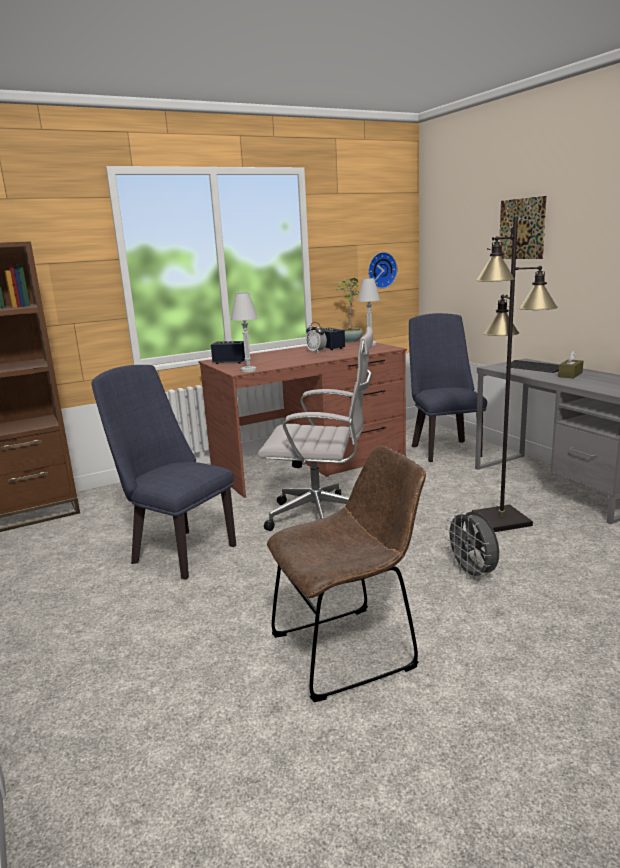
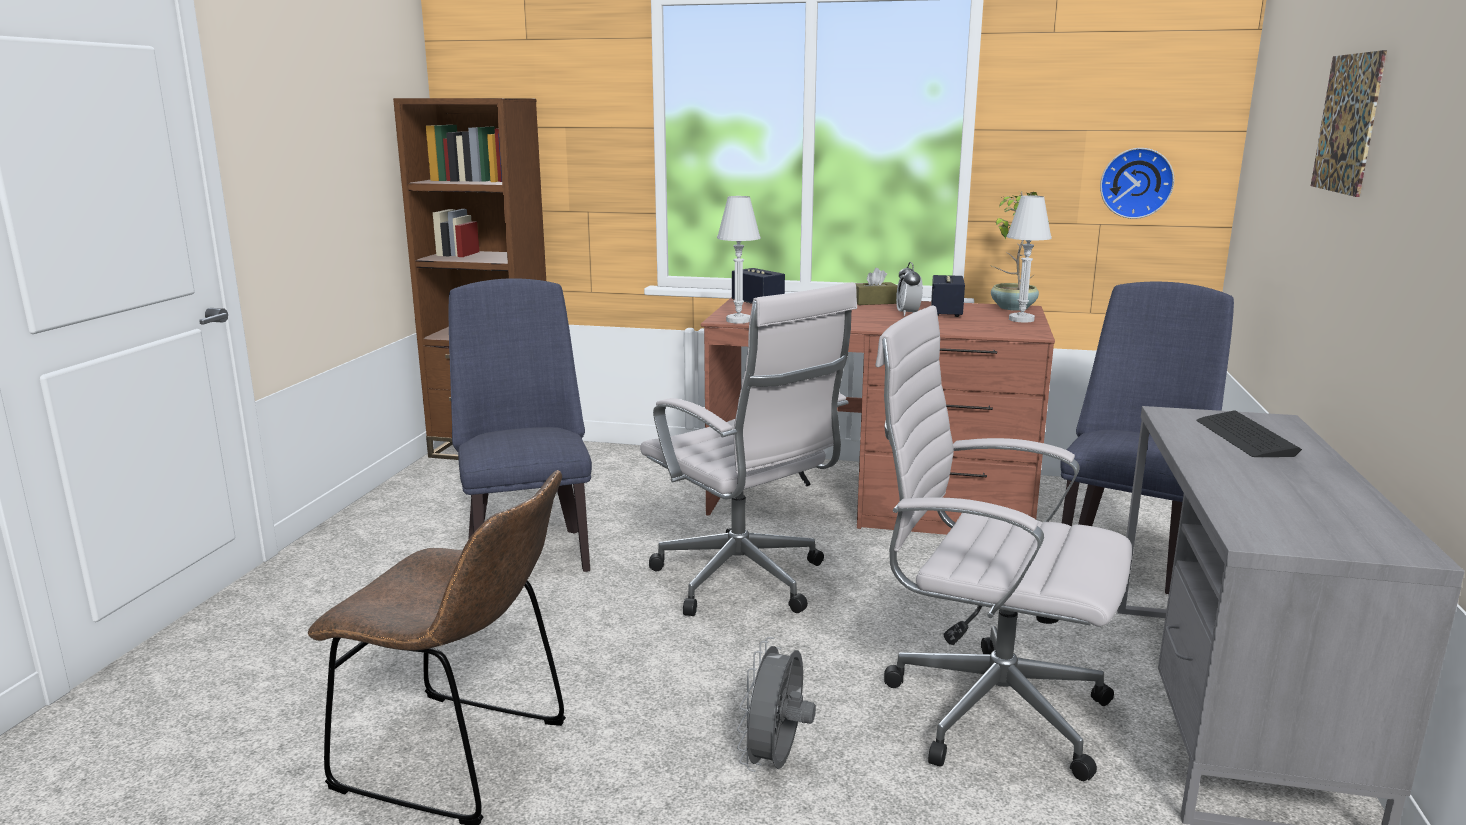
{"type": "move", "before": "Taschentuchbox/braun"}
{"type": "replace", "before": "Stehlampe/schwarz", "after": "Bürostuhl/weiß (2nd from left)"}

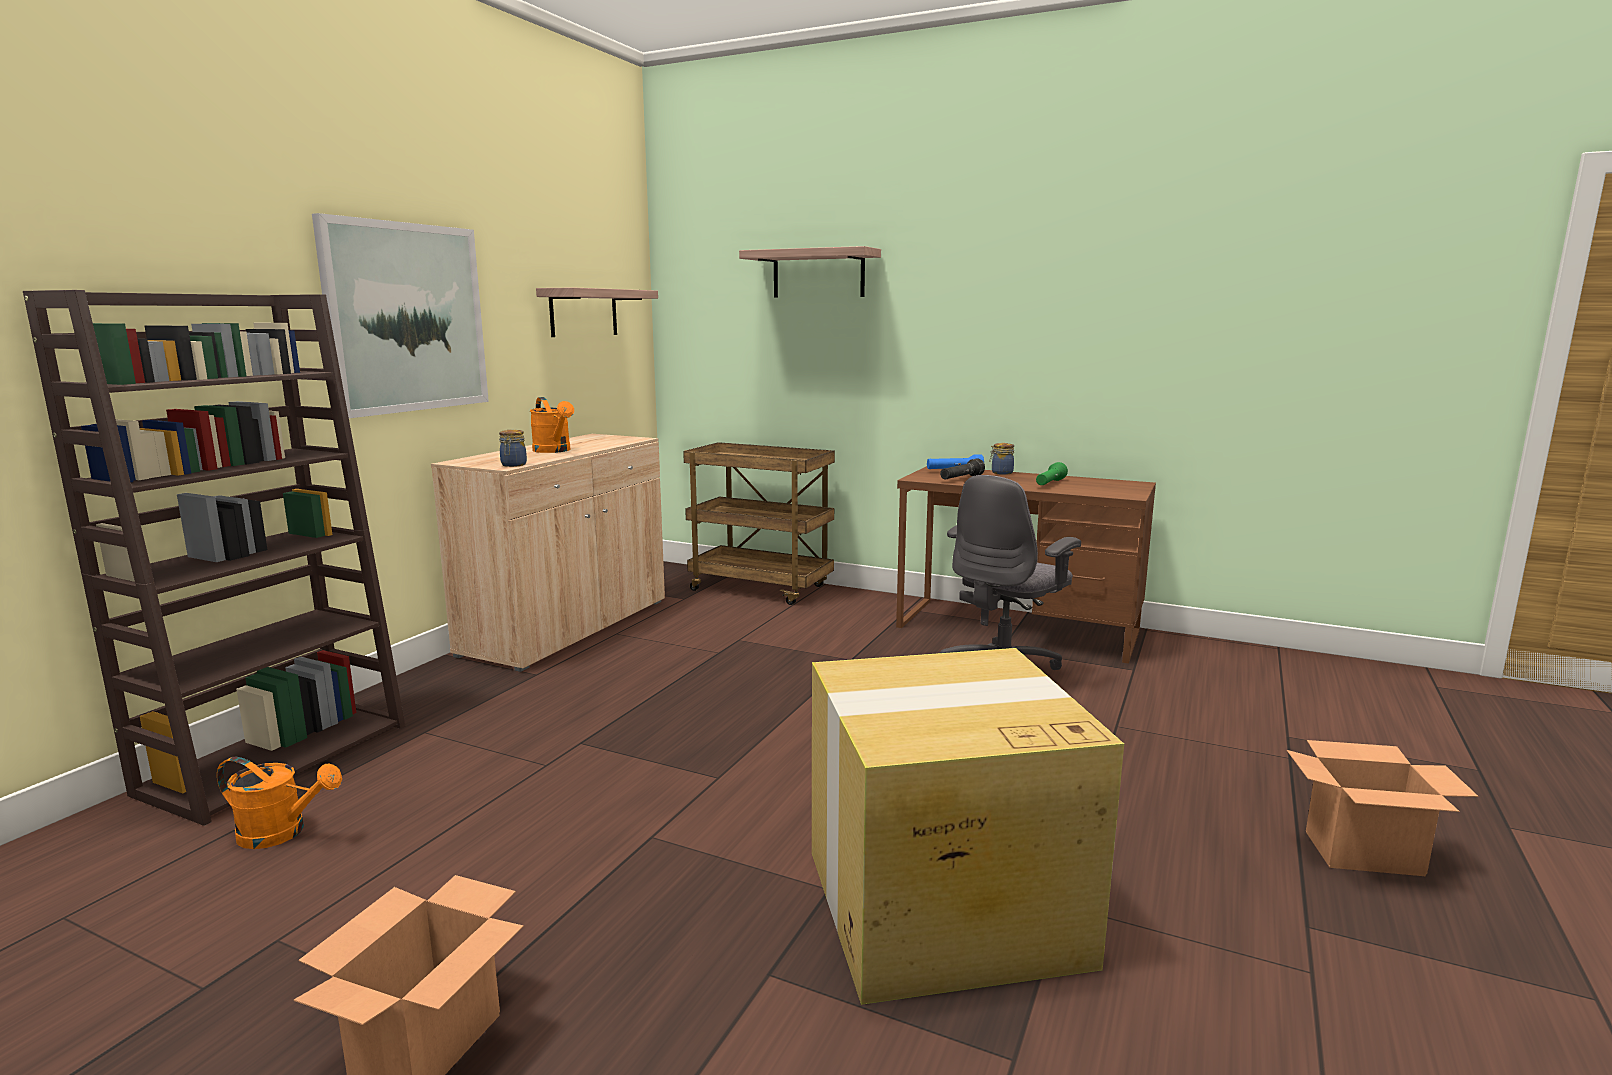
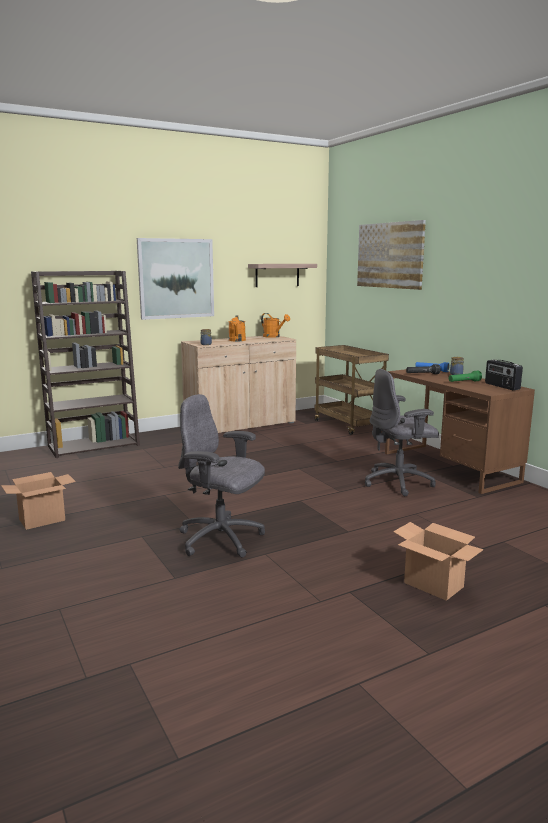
{"type": "replace", "before": "Karton (2nd from left)", "after": "Bürostuhl/grau (1st from left)"}
{"type": "move", "before": "Gießkanne/orange (1st from left in the first image)", "after": "Gießkanne/orange (2nd from left)"}
{"type": "replace", "before": "Wandregal (2nd from left)", "after": "Bild (2nd from left)"}
{"type": "insert", "after": "Radio"}

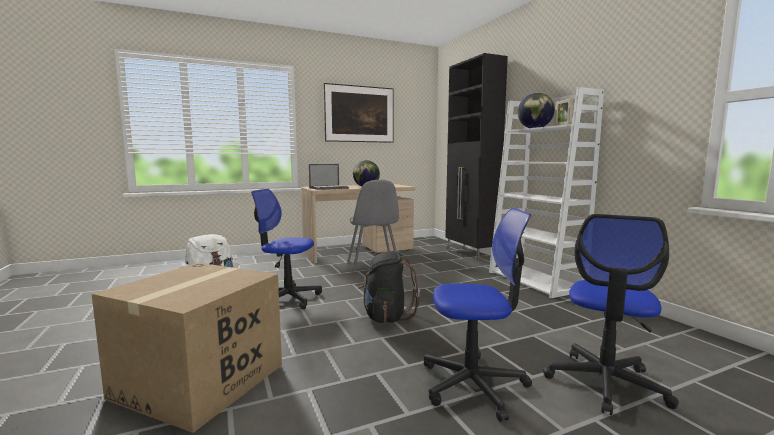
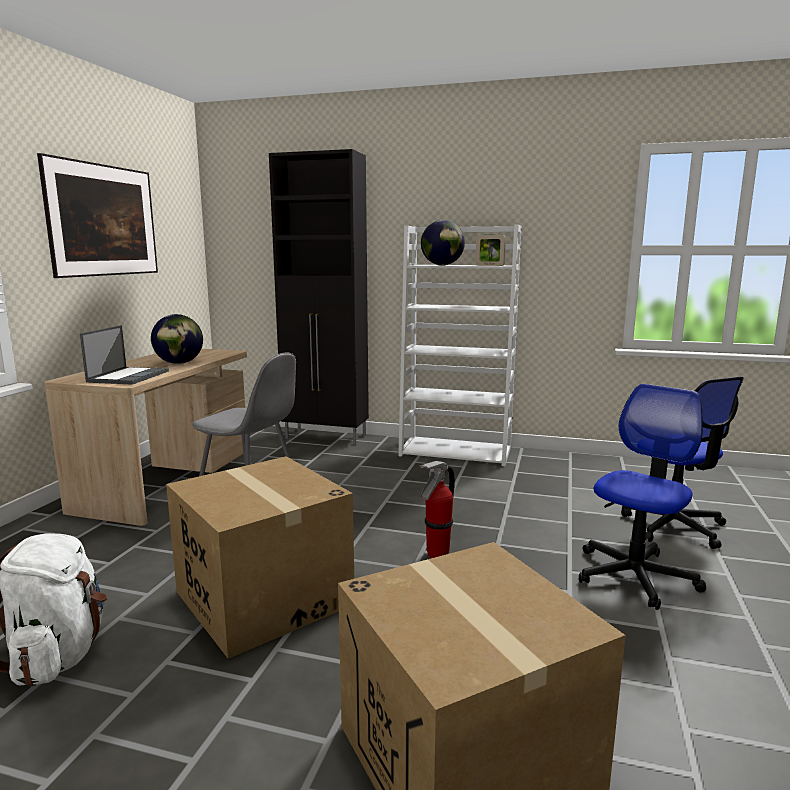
{"type": "replace", "before": "Bürostuhl (1st from left)", "after": "Karton (1st from left)"}
{"type": "replace", "before": "Rucksack/schwarz", "after": "Feuerlöscher"}

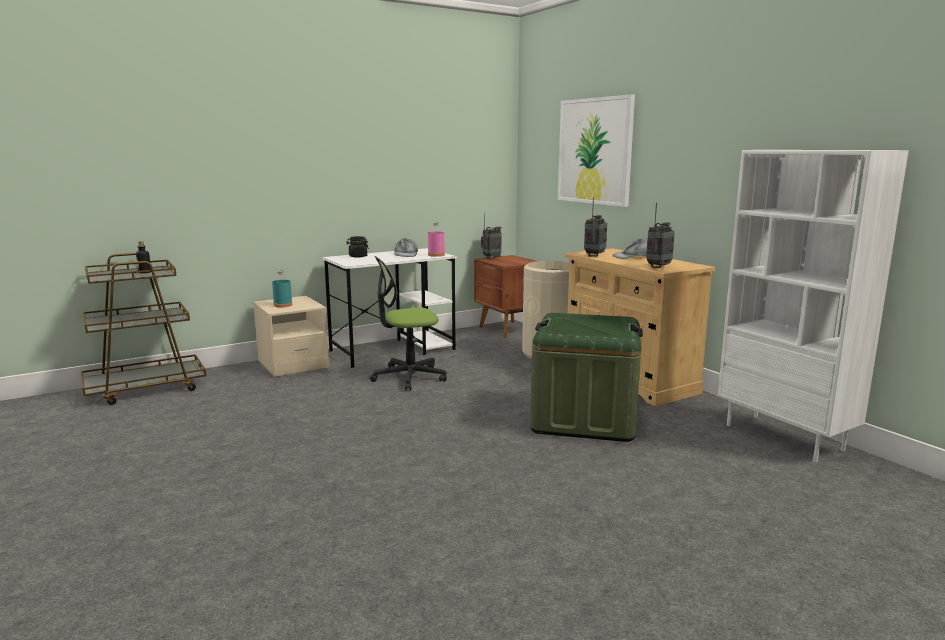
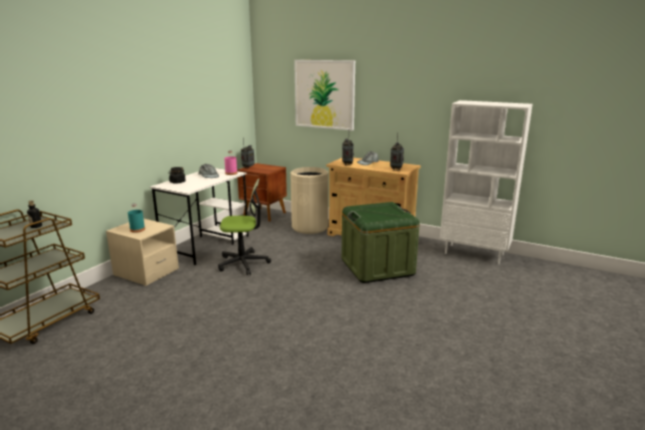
{"type": "rotate", "before": "Bürostuhl", "turn": -135}

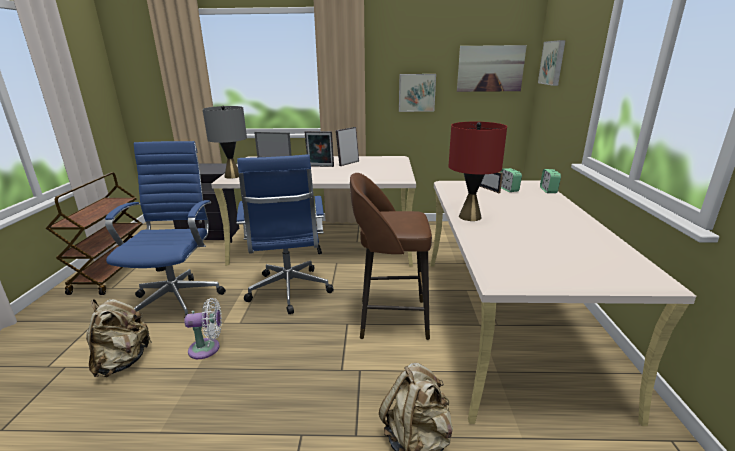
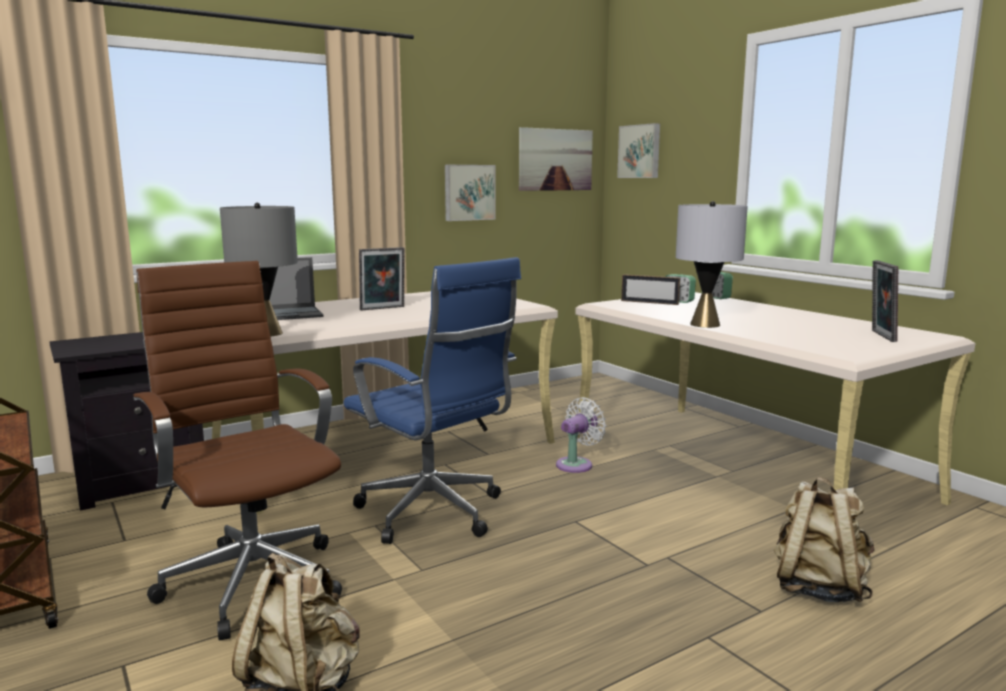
{"type": "recolor", "before": "Bürostuhl/blau (1st from left)", "after": "Bürostuhl/braun"}
{"type": "move", "before": "Ventilator/weiß"}
{"type": "recolor", "before": "Tischlampe/rot", "after": "Tischlampe/grau (2nd from left)"}
{"type": "move", "before": "Bilderrahmen (2nd from left in the first image)", "after": "Bilderrahmen (3rd from left)"}
{"type": "delete", "before": "Hocker/braun"}

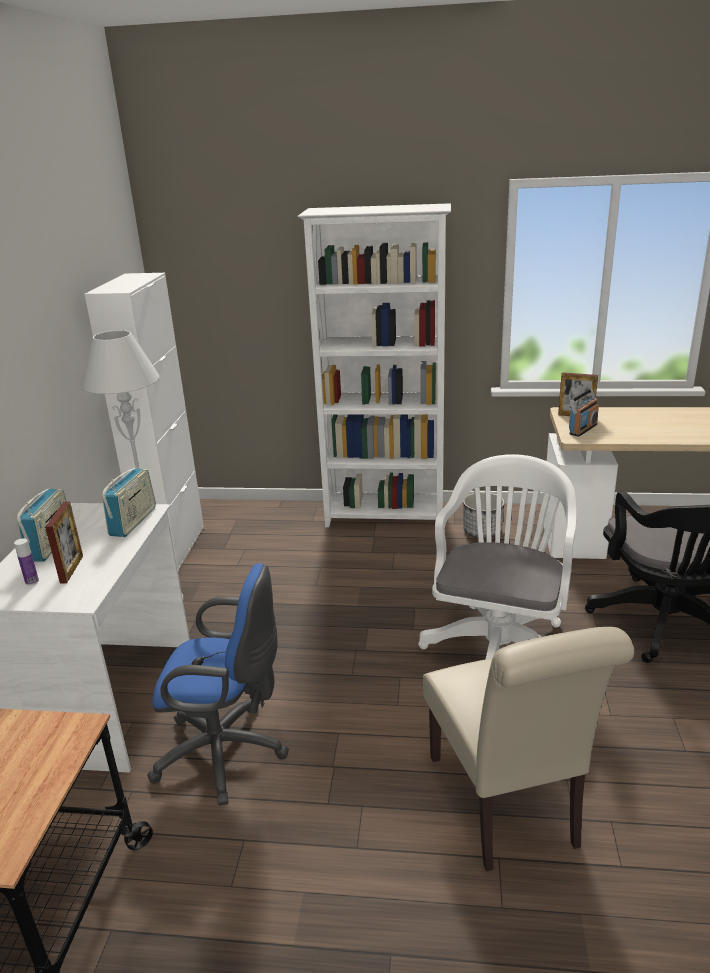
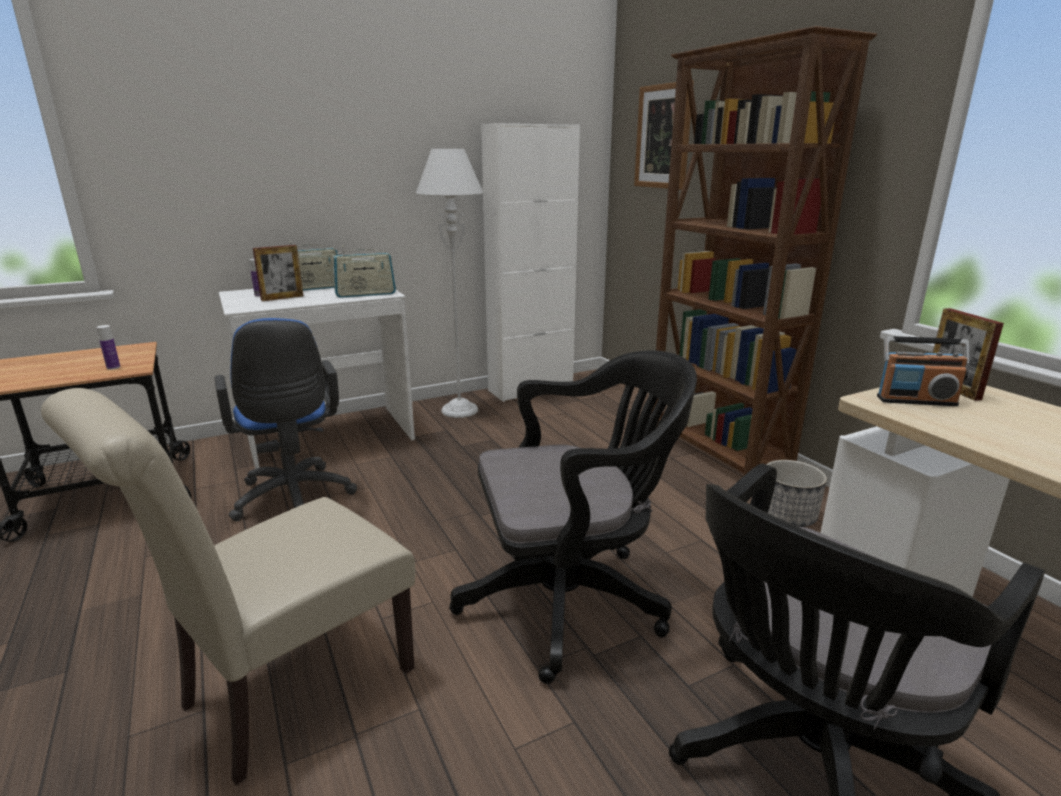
{"type": "insert", "after": "Flasche (1st from left)"}
{"type": "recolor", "before": "Bürostuhl/weiß", "after": "Bürostuhl/schwarz (1st from left)"}
{"type": "insert", "after": "Bild"}
{"type": "recolor", "before": "Bücherregal/weiß", "after": "Bücherregal/braun"}

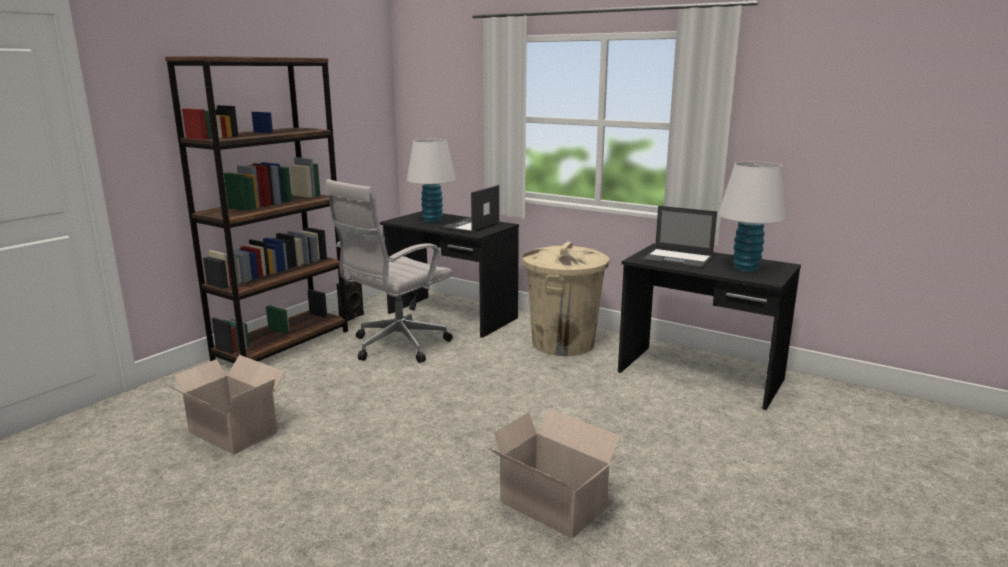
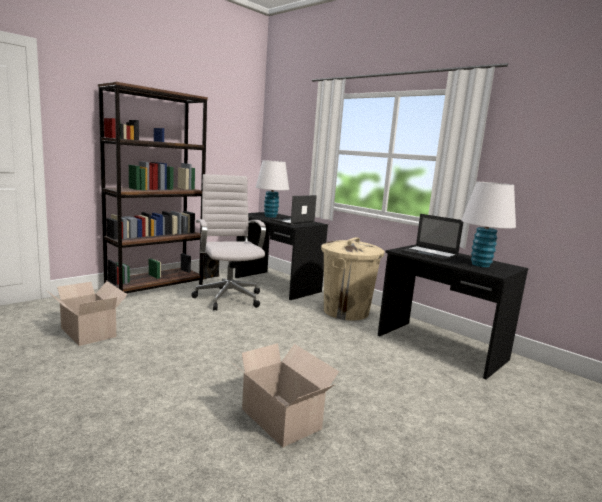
{"type": "rotate", "before": "Bürostuhl/weiß", "turn": 105}

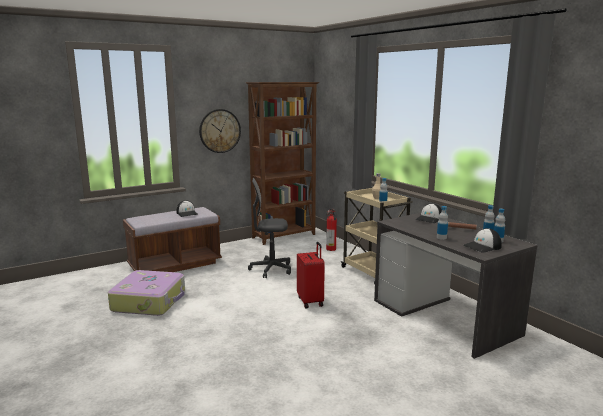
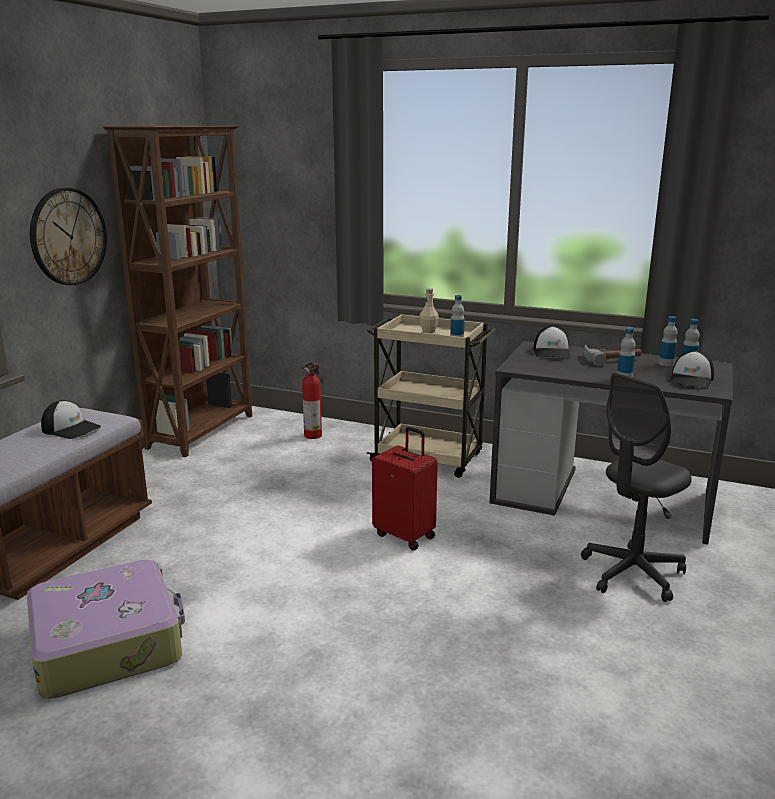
{"type": "move", "before": "Bürostuhl/grau"}

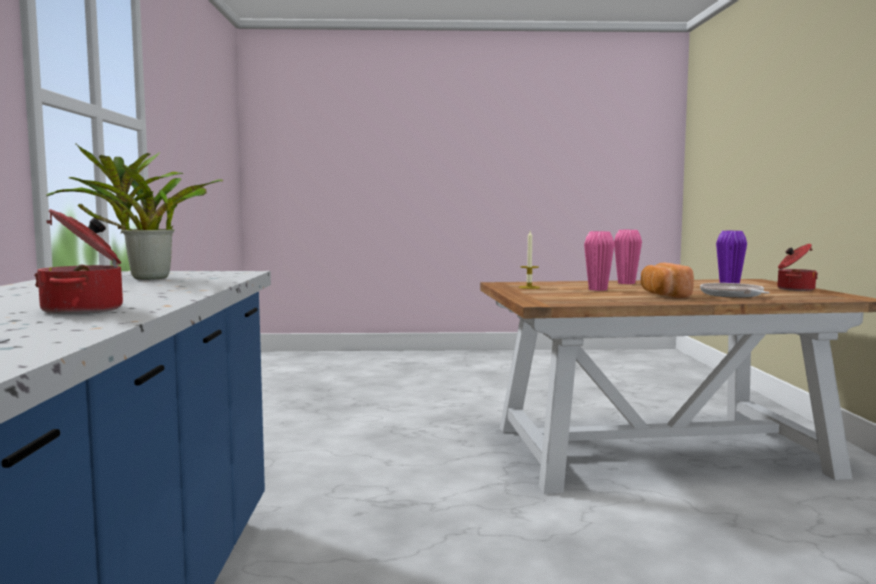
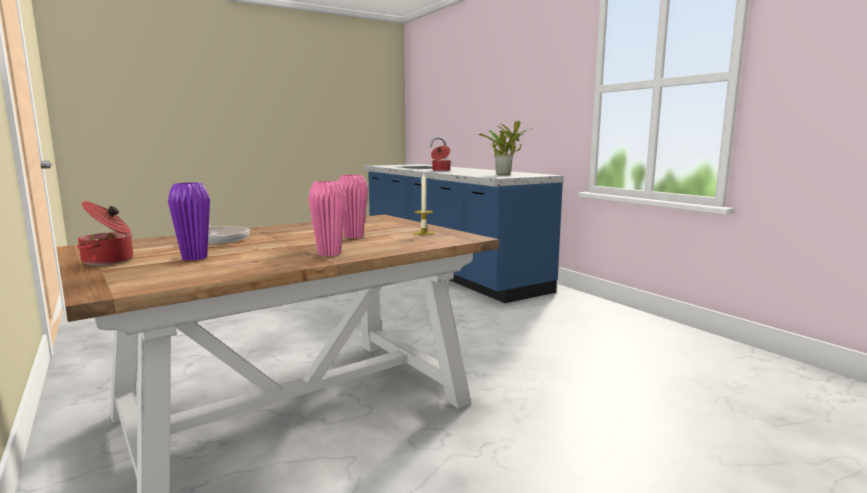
{"type": "delete", "before": "Brot"}

